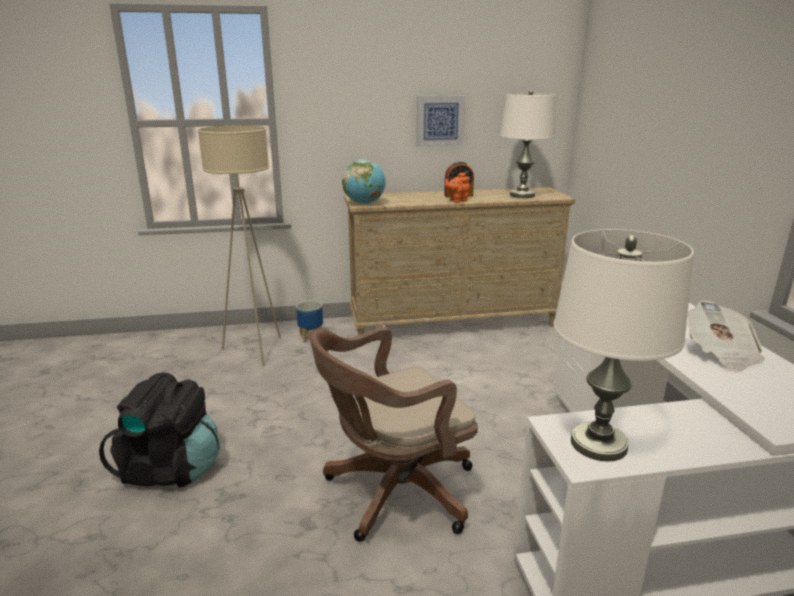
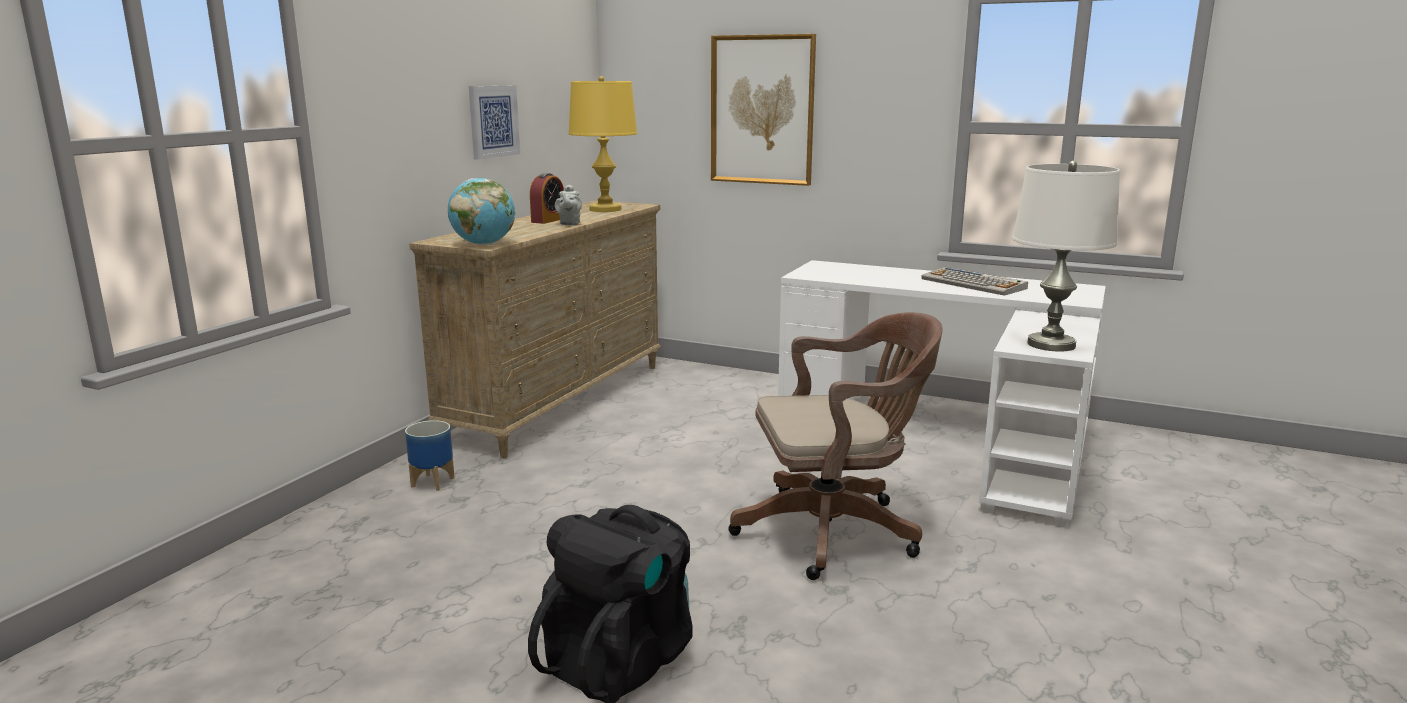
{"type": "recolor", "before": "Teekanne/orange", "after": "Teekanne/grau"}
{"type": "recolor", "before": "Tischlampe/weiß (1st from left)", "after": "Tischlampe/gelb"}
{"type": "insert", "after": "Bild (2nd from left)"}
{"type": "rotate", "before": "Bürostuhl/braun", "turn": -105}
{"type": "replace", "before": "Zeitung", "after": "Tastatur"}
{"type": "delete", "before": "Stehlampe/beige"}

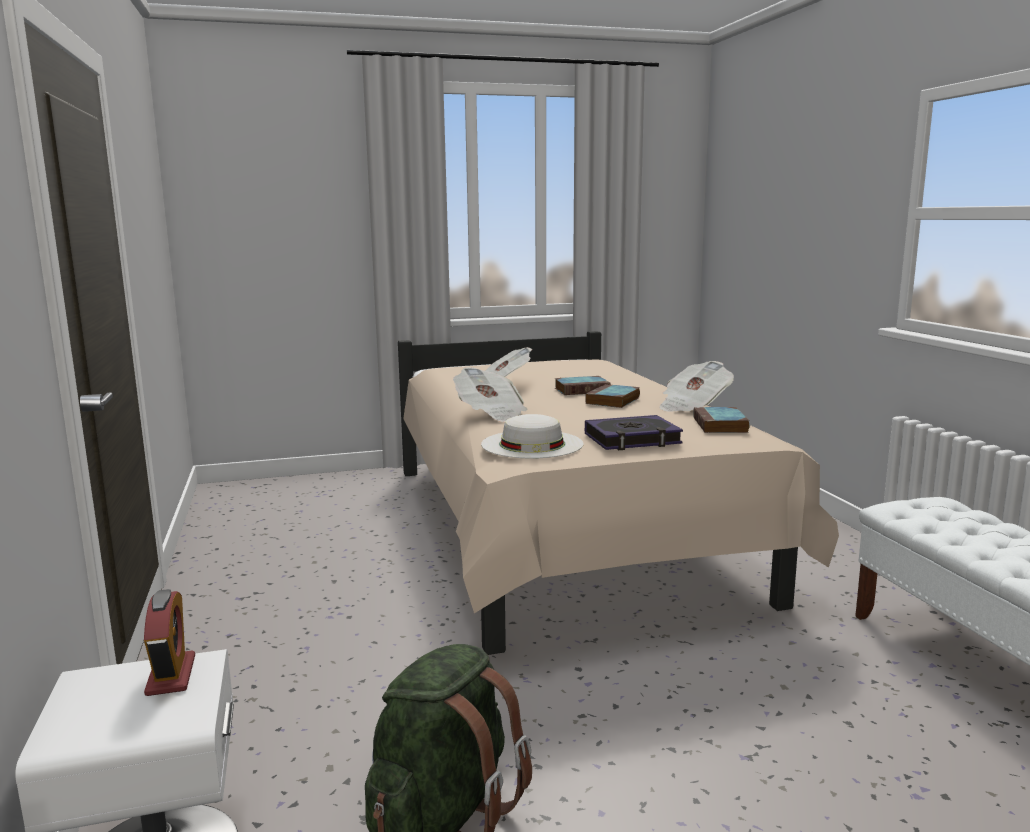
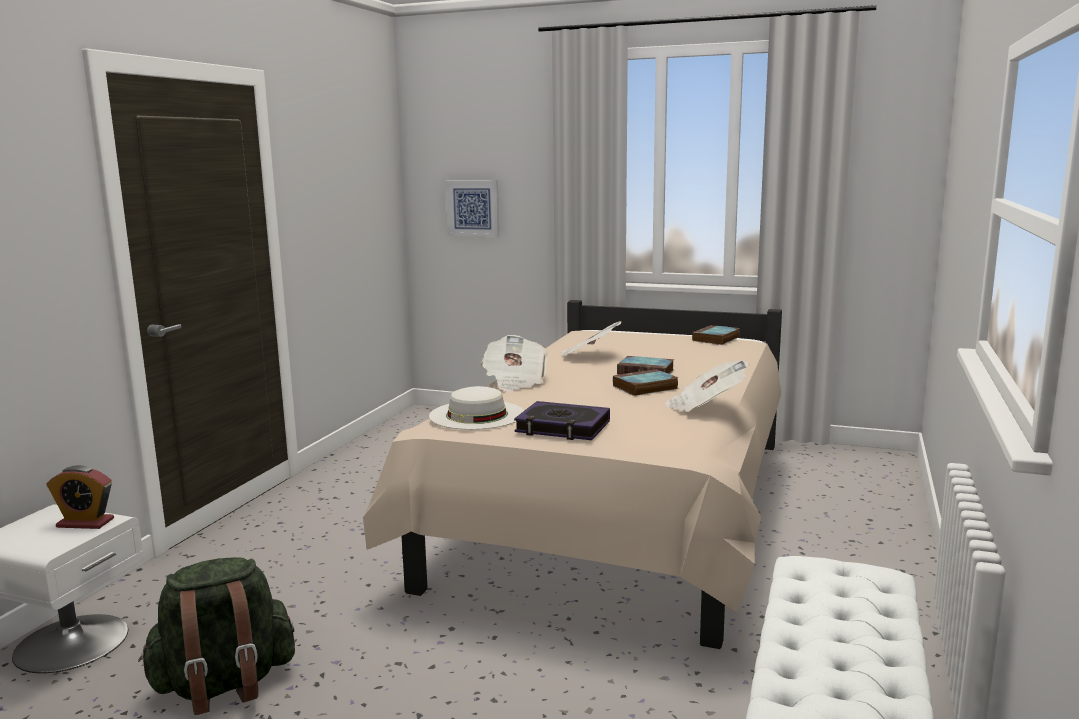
{"type": "rotate", "before": "Wecker", "turn": 75}
{"type": "insert", "after": "Bild"}
{"type": "move", "before": "Buch (4th from left)"}

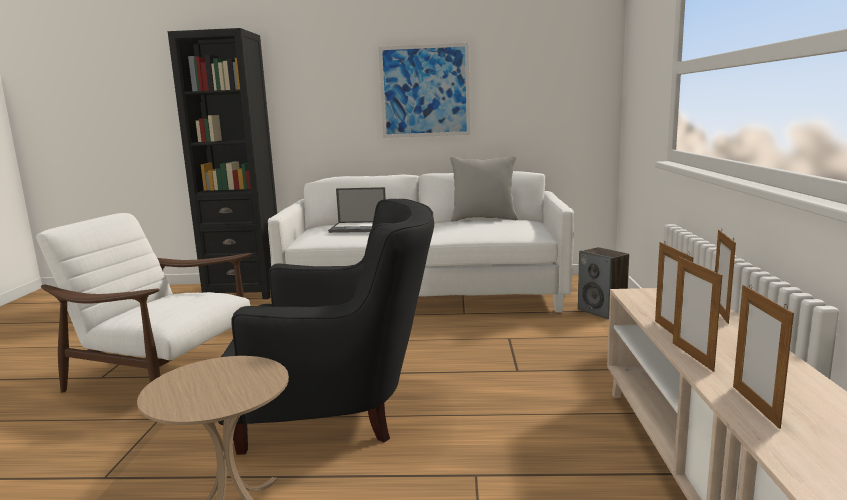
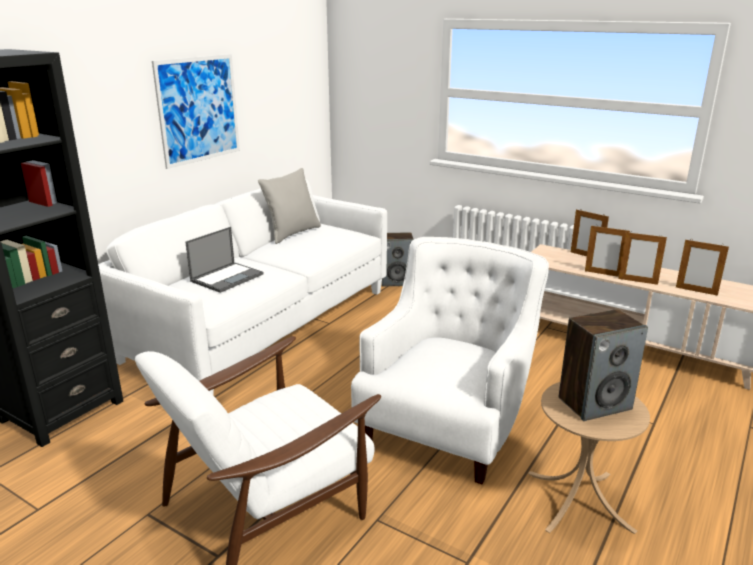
{"type": "recolor", "before": "Sessel/schwarz", "after": "Sessel/weiß (2nd from left)"}
{"type": "insert", "after": "Lautsprecher (2nd from left)"}

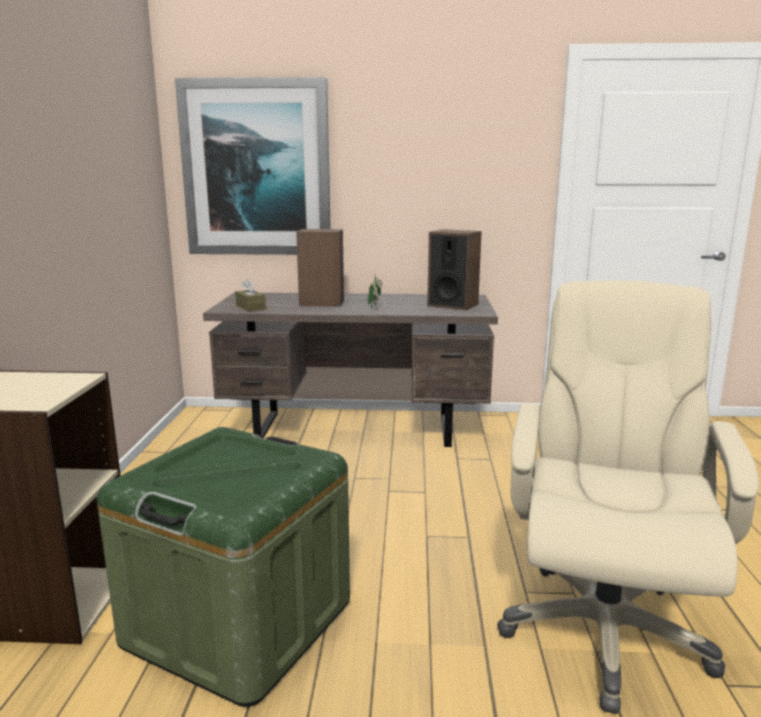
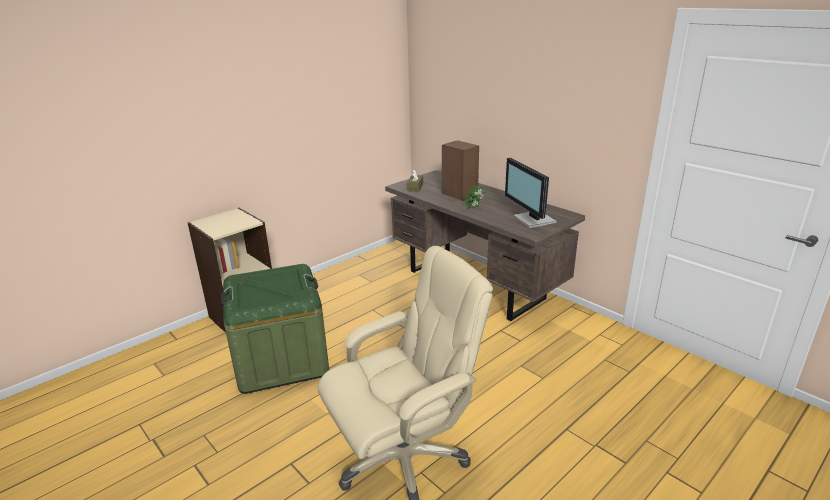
{"type": "replace", "before": "Lautsprecher (2nd from left)", "after": "Monitor"}
{"type": "delete", "before": "Bild"}

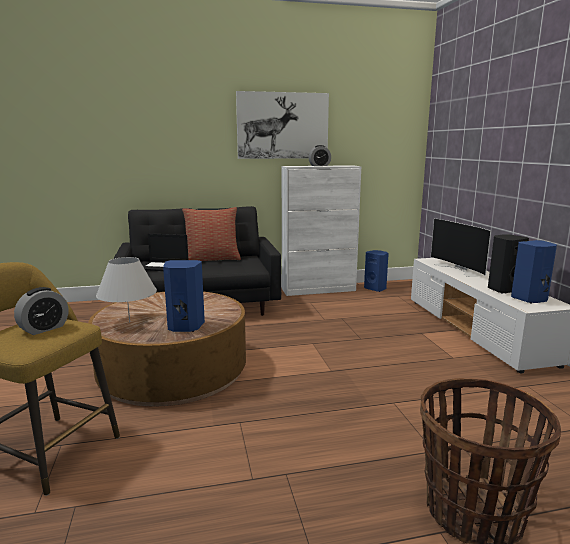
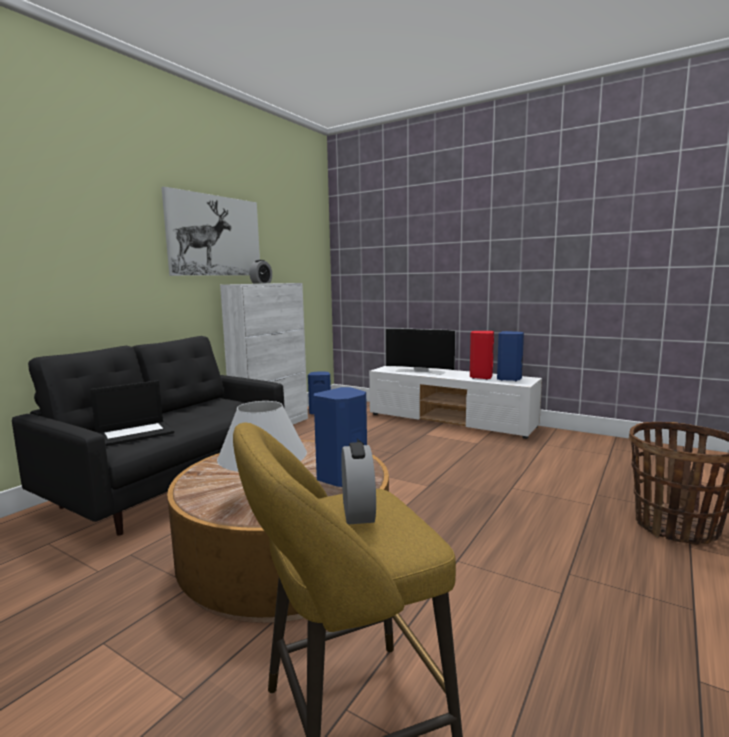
{"type": "recolor", "before": "Lautsprecher/schwarz", "after": "Lautsprecher/rot"}
{"type": "delete", "before": "Kissen"}

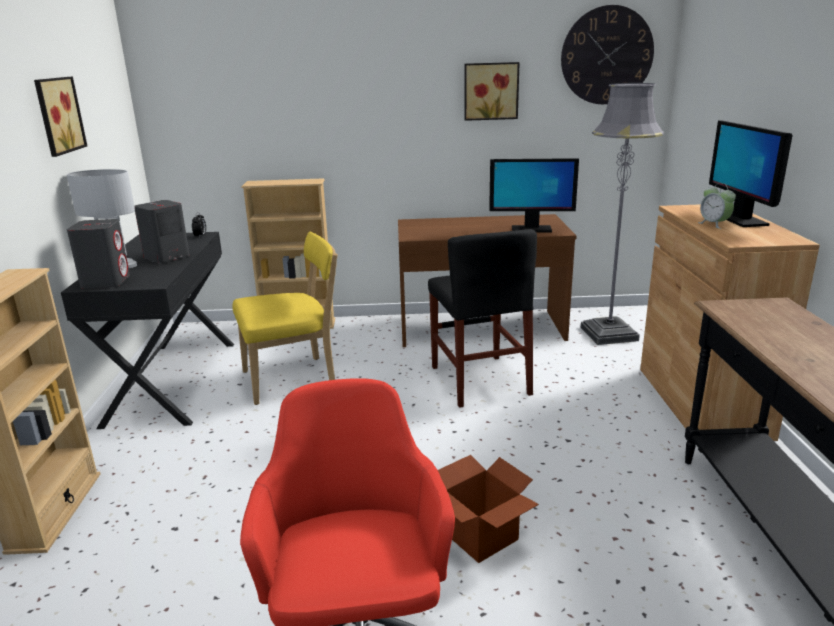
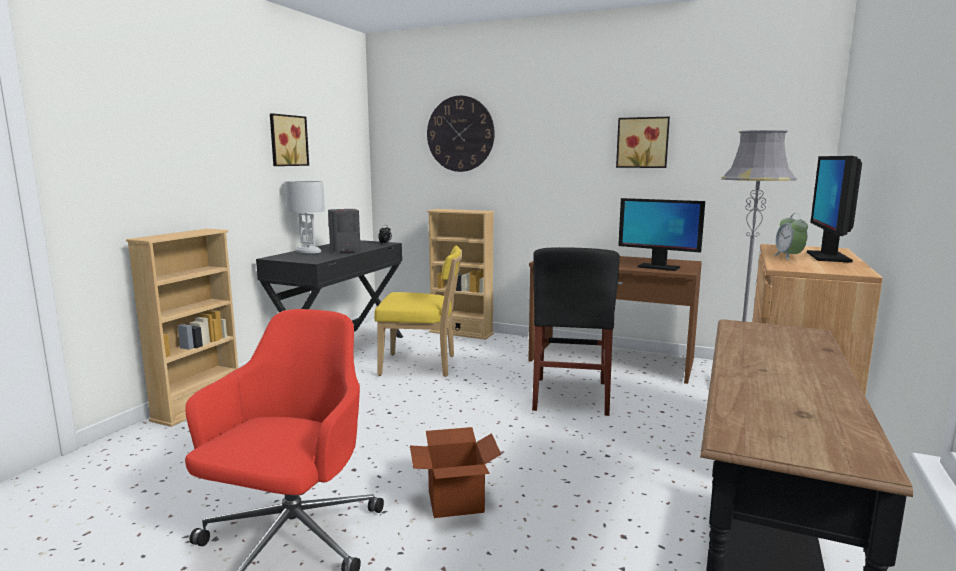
{"type": "move", "before": "Wanduhr"}
{"type": "delete", "before": "Lautsprecher/grau (1st from left)"}

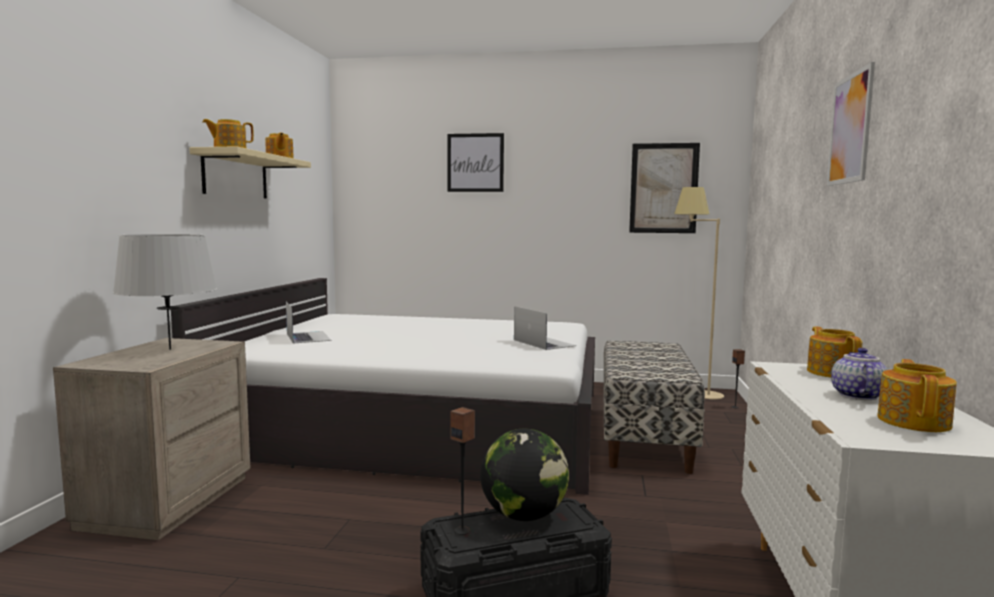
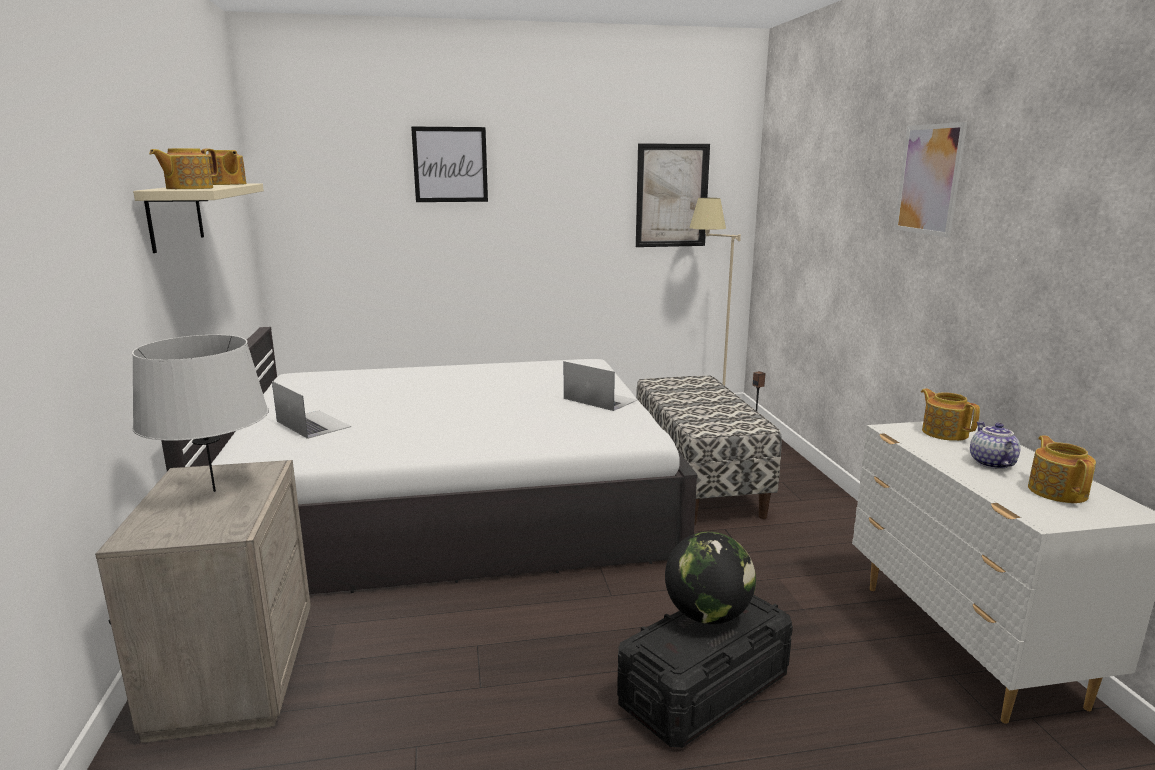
{"type": "delete", "before": "Lautsprecher (1st from left)"}

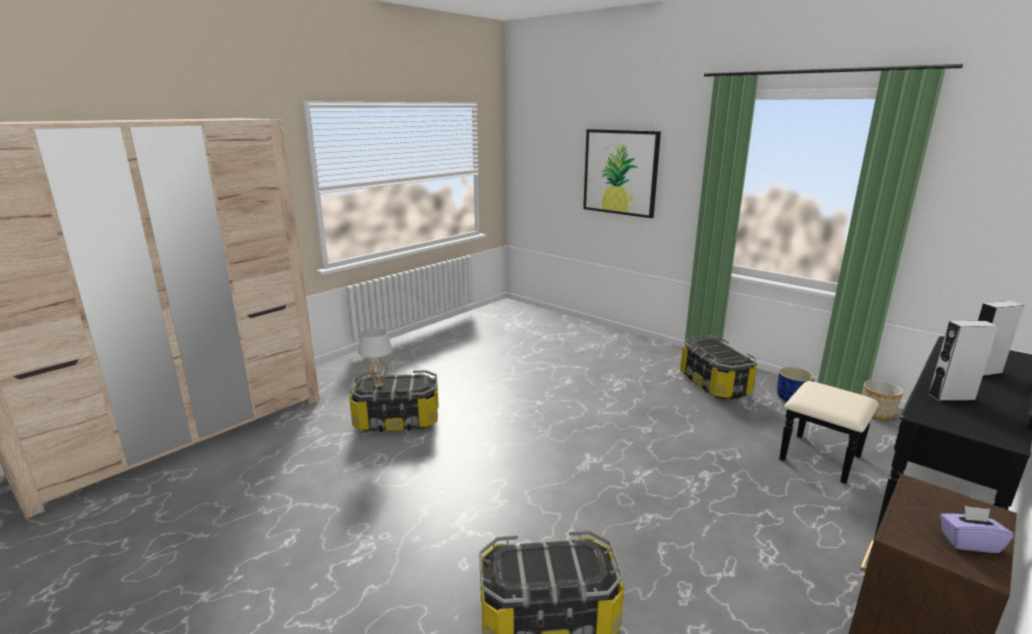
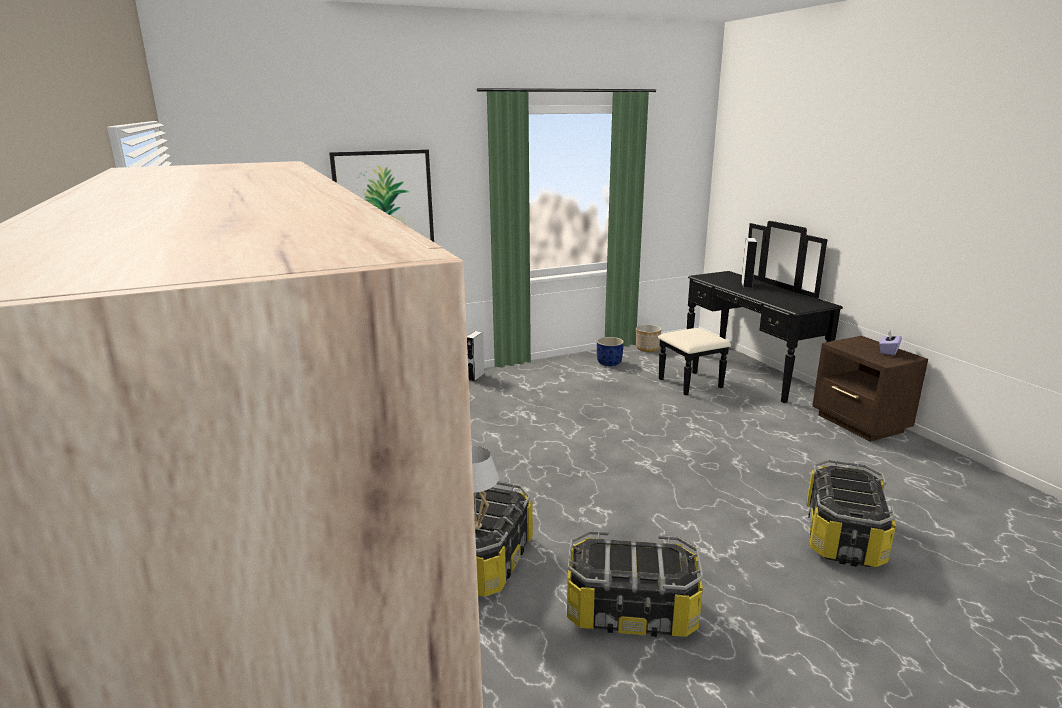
{"type": "move", "before": "Lautsprecher/grau (1st from left)"}
{"type": "move", "before": "Aufbewahrungsbox (3rd from left in the first image)", "after": "Aufbewahrungsbox (2nd from left)"}

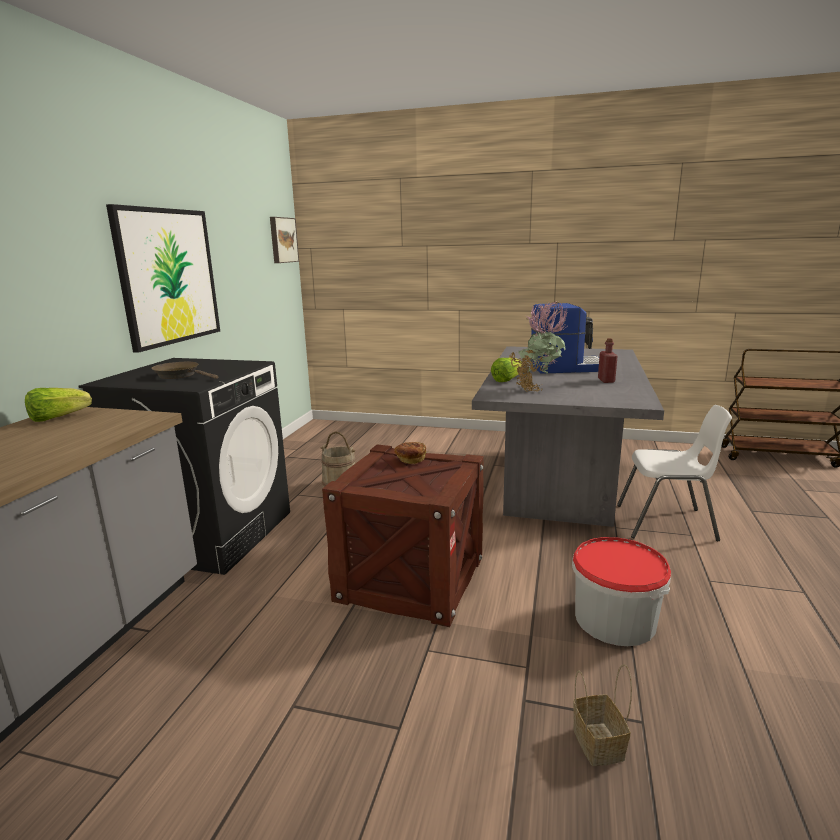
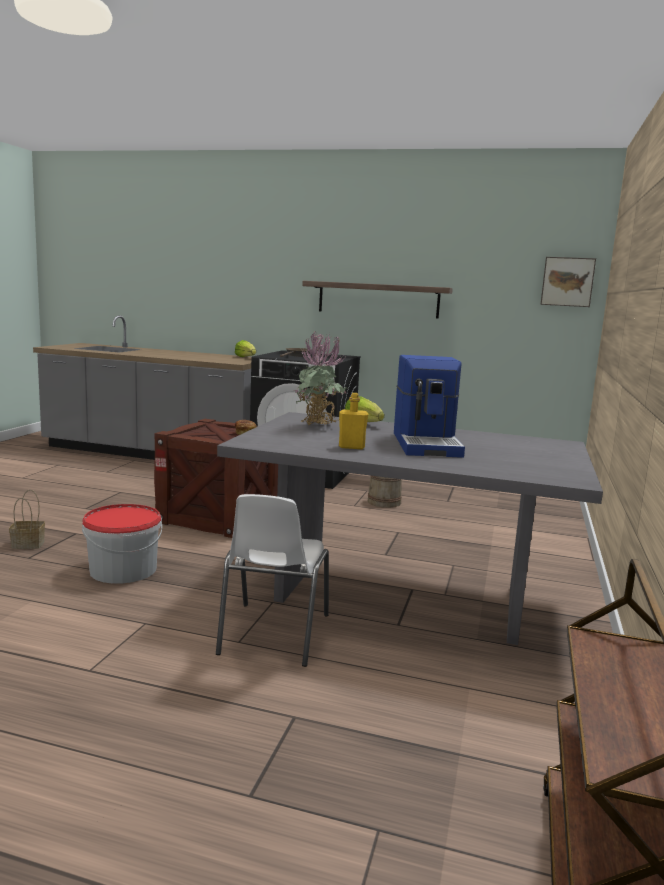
{"type": "replace", "before": "Bild (1st from left)", "after": "Wandregal"}
{"type": "recolor", "before": "Flasche/rot", "after": "Flasche/gelb"}

